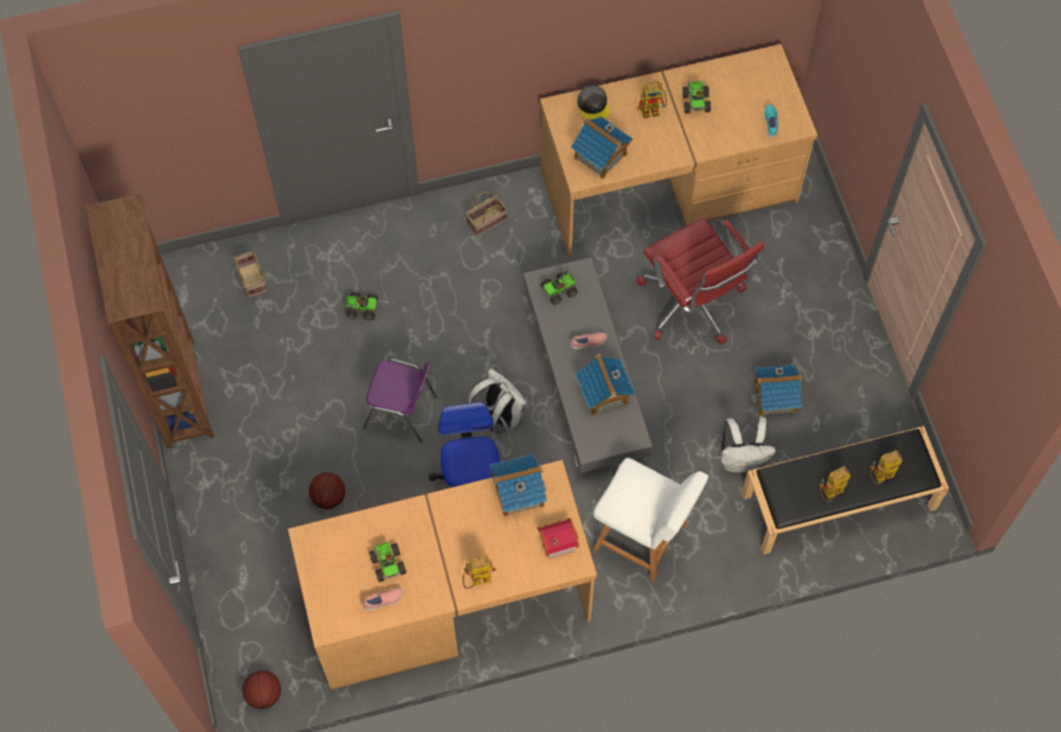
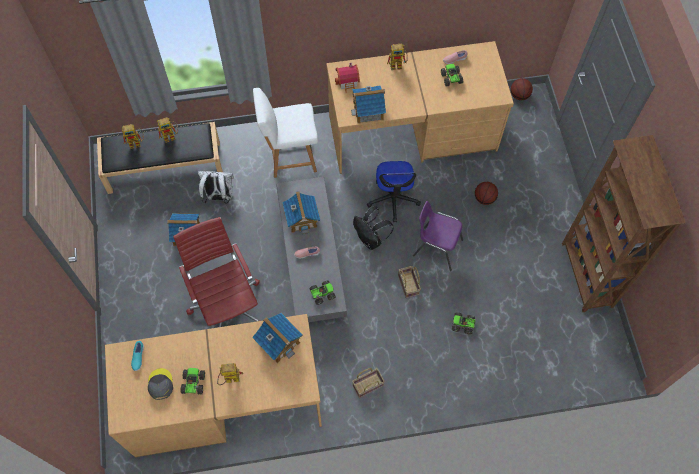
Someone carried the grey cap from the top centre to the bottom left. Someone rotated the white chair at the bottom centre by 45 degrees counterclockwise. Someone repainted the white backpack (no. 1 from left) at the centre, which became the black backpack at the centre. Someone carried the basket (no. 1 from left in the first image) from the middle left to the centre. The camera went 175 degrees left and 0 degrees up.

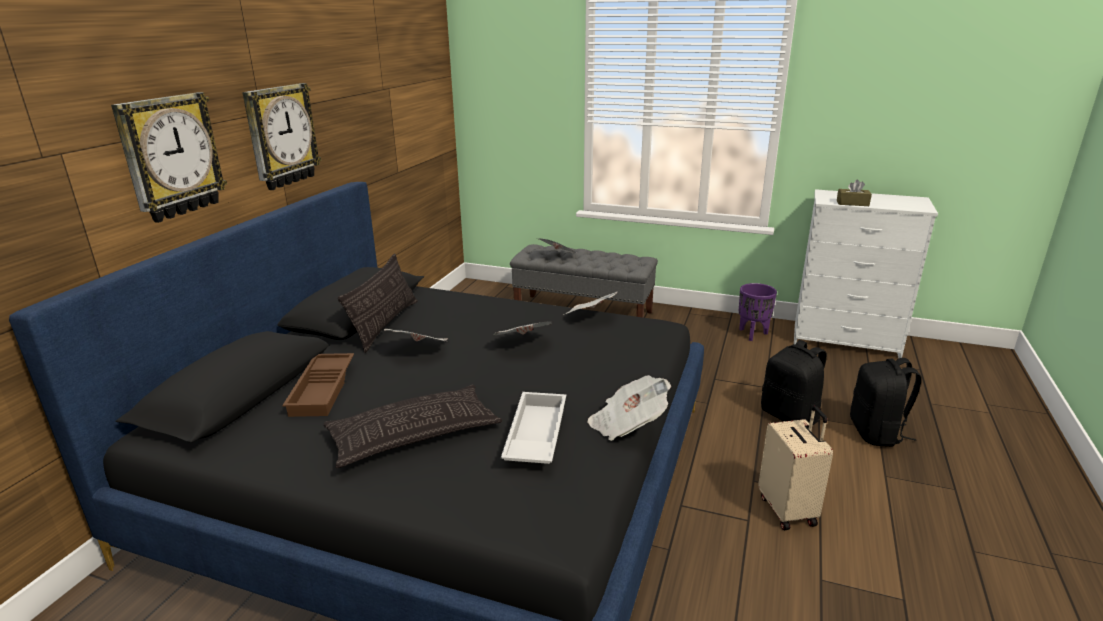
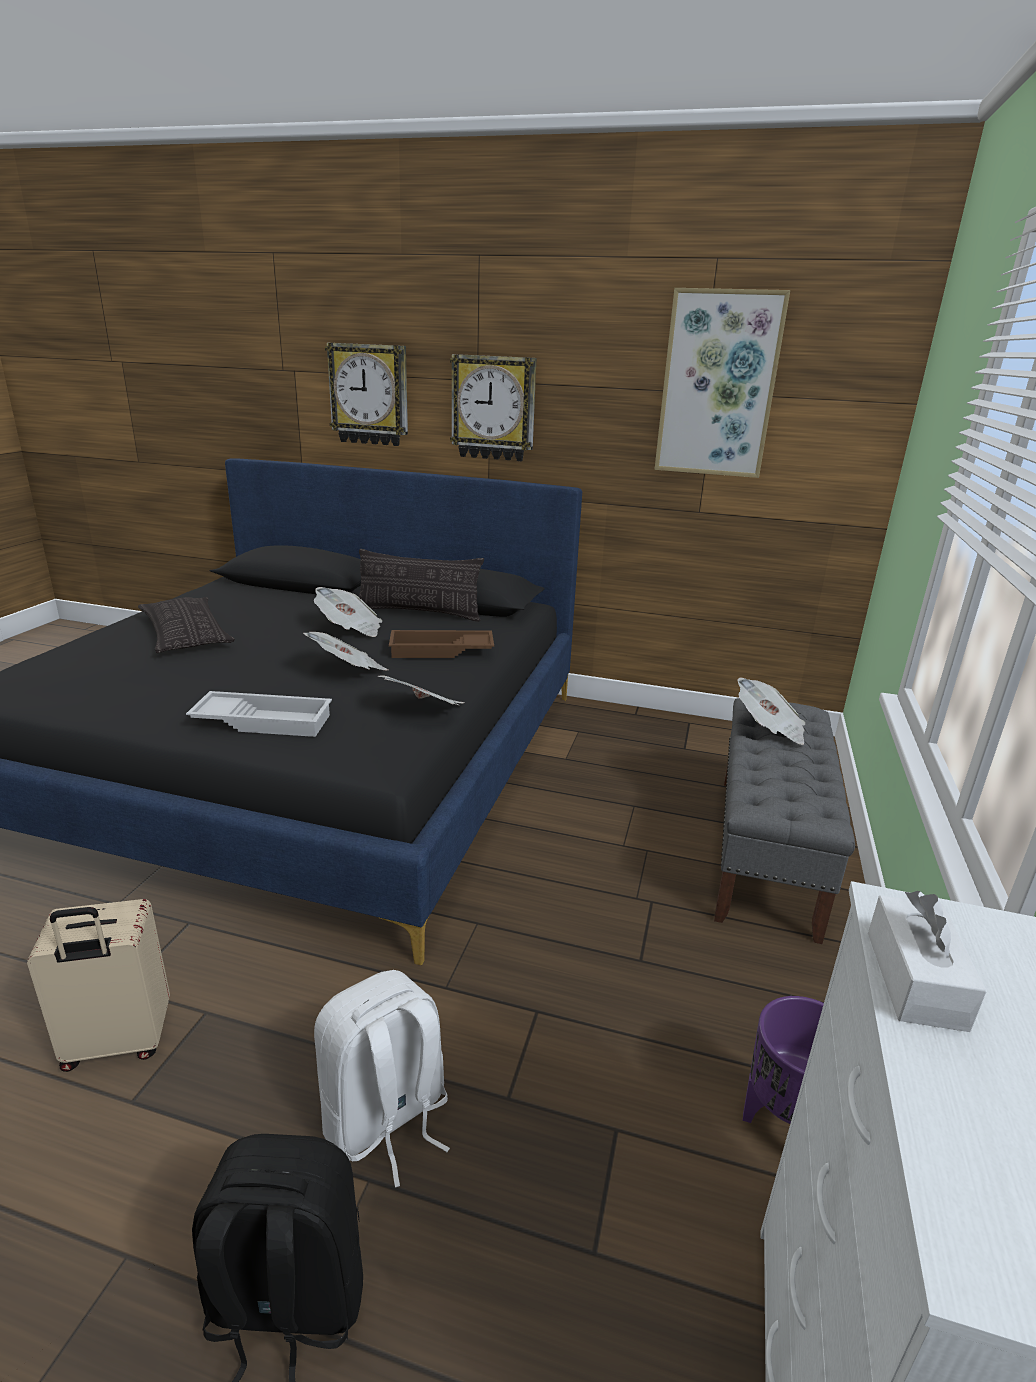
Someone carried the white tray from the bottom centre to the middle left. Someone repainted the black backpack (no. 1 from left) at the middle right, which became the white backpack at the bottom centre. Someone carried the brown tray from the middle left to the centre. Someone put up the picture at the top right. Someone repainted the brown tissue box at the top right, which became the white tissue box at the bottom right. Someone took away the newspaper (no. 5 from left) at the centre. The camera went 85 degrees right and 0 degrees up.

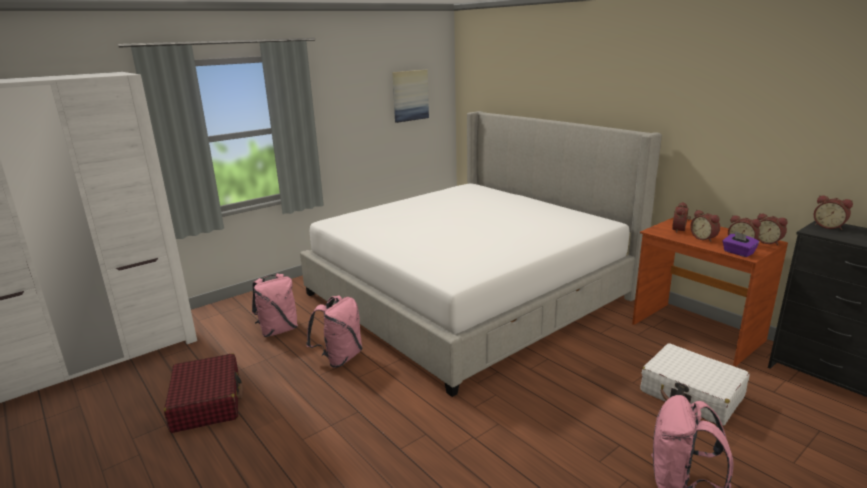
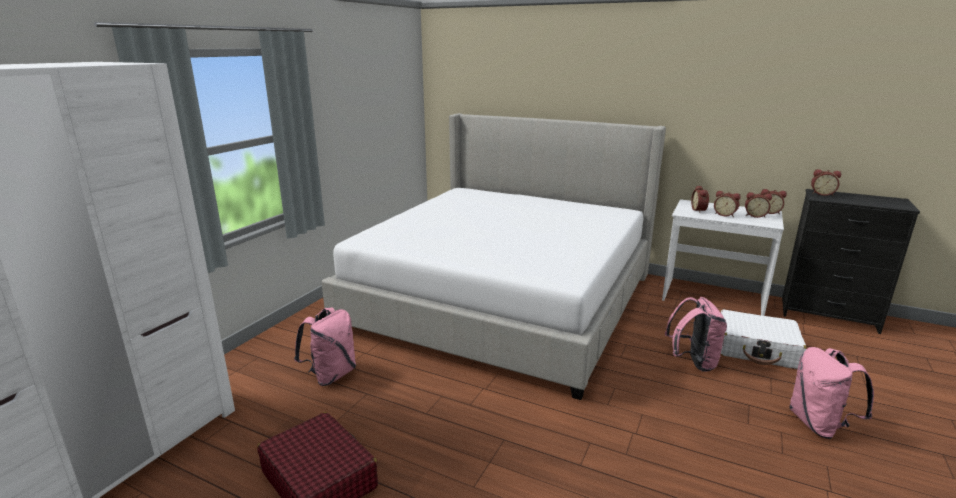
Someone repainted the brown desk at the middle right, which became the white desk at the middle right. Someone carried the pink backpack (no. 2 from left) from the bottom centre to the bottom right. Someone took away the picture at the top centre. Someone took away the purple tissue box at the middle right. The camera went 25 degrees left and 0 degrees up.

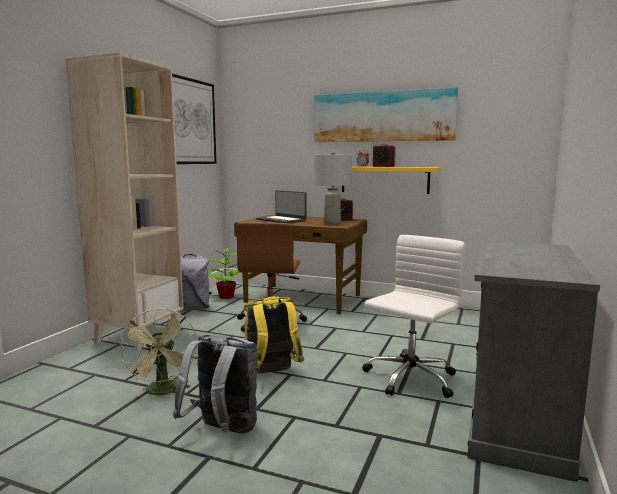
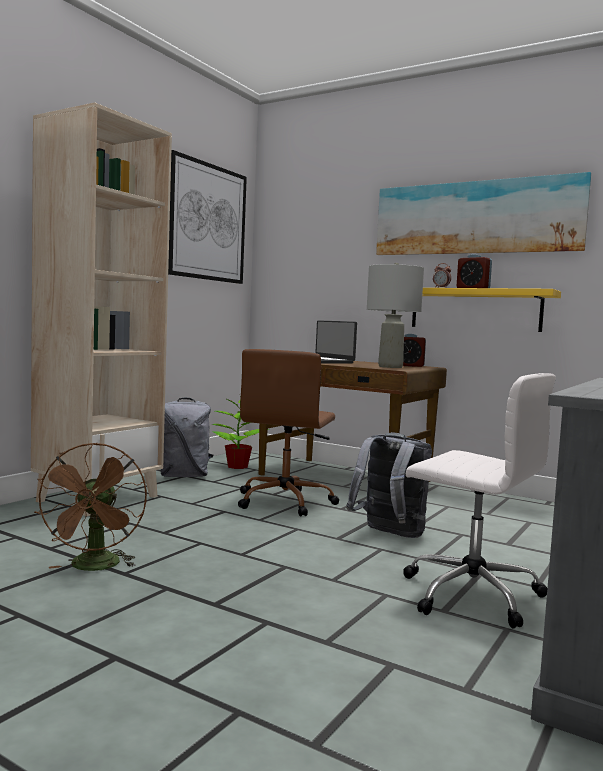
Someone repainted the green fan at the bottom left, which became the brown fan at the middle left. Someone carried the grey backpack (no. 2 from left) from the bottom centre to the centre. Someone rotated the white office chair at the middle right by 75 degrees clockwise. Someone took away the yellow backpack at the bottom centre. The camera went 10 degrees right and 5 degrees down.

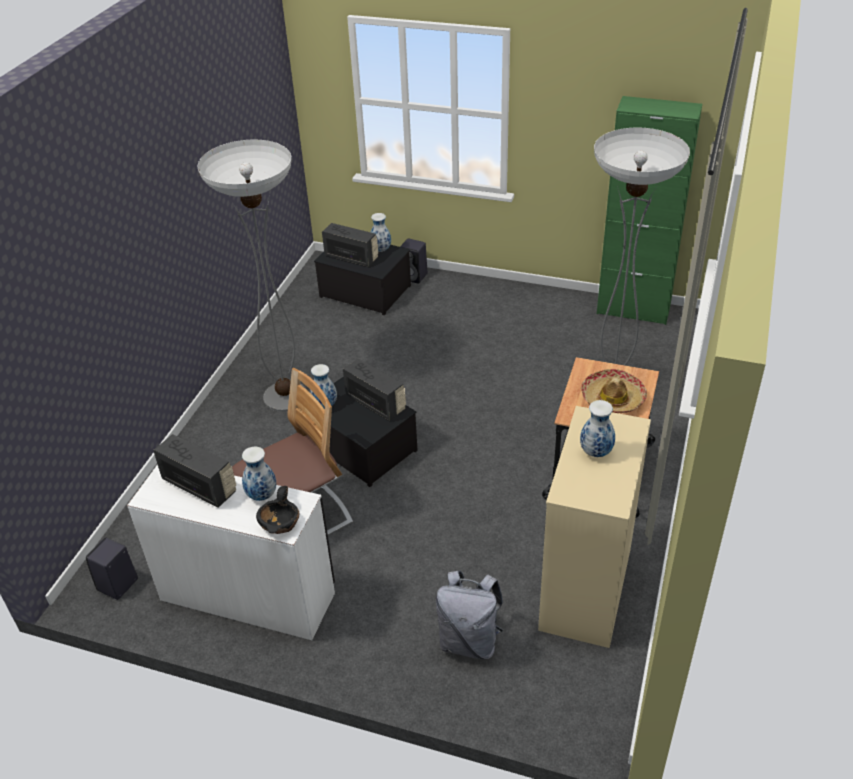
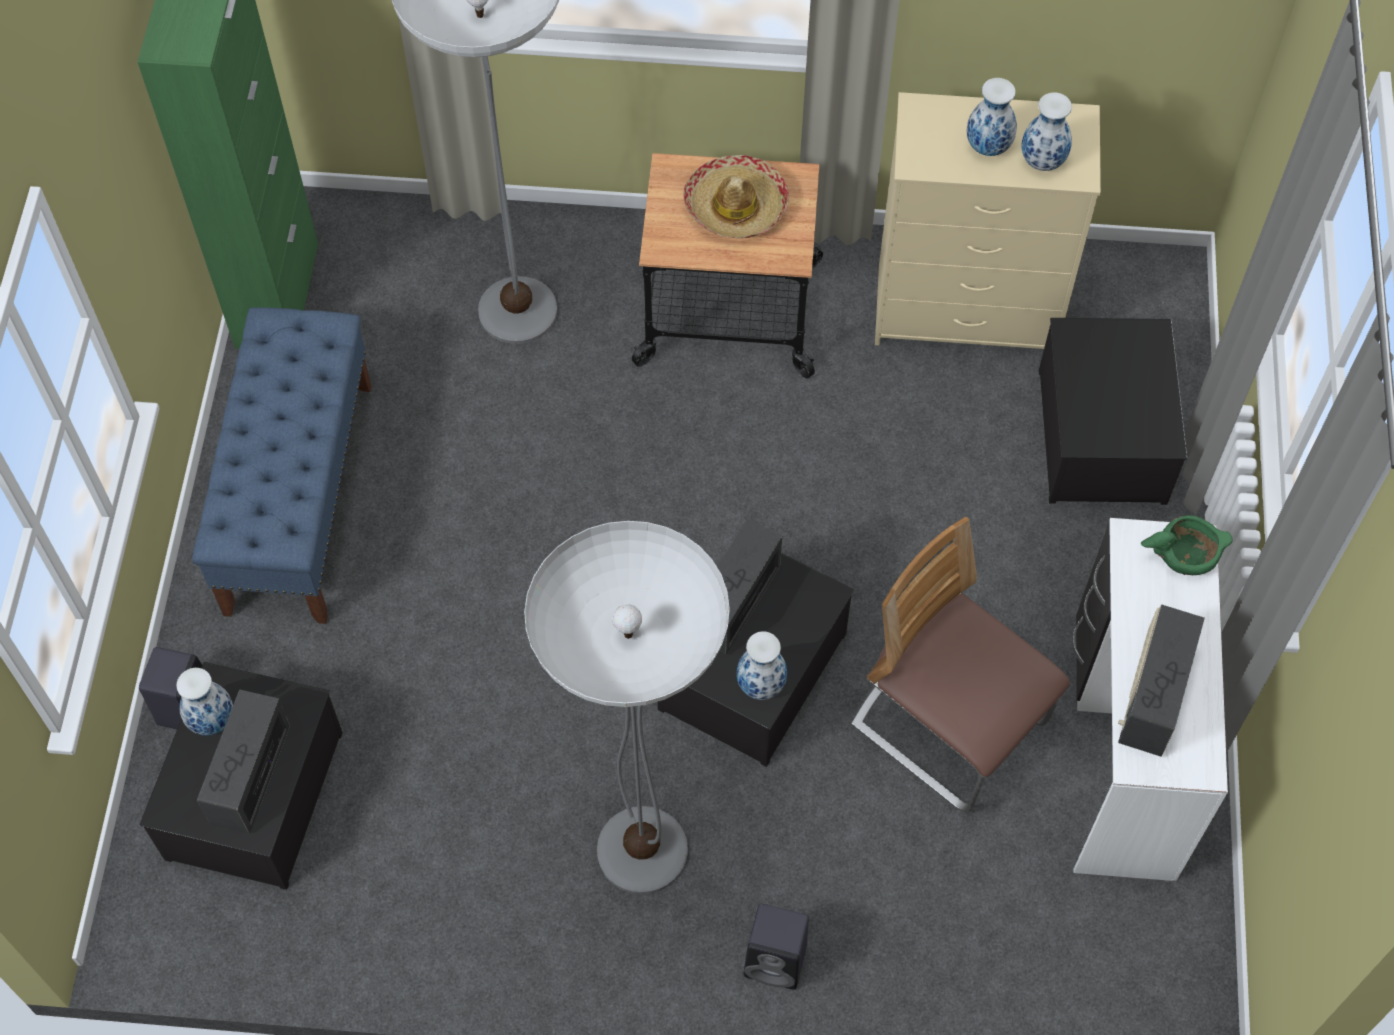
Someone put down the blue bench at the middle left. Someone carried the black speaker (no. 1 from left in the first image) from the bottom left to the bottom centre. Someone carried the vase (no. 1 from left in the first image) from the middle left to the top right. Someone swapped the grey backpack at the bottom centre for the storage box (no. 3 from left) at the middle right. Someone repainted the black bowl at the middle left, which became the green bowl at the middle right. The camera went 105 degrees left and 20 degrees up.

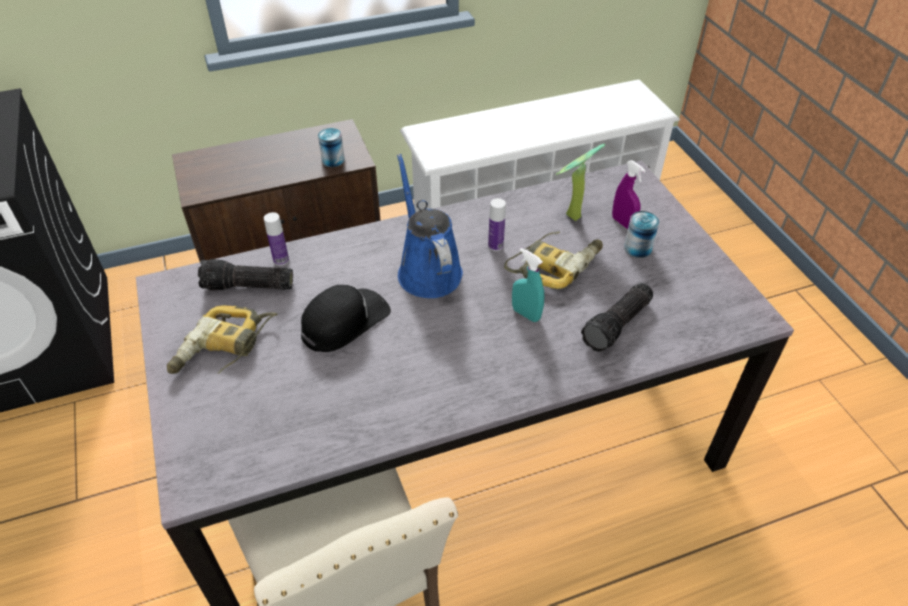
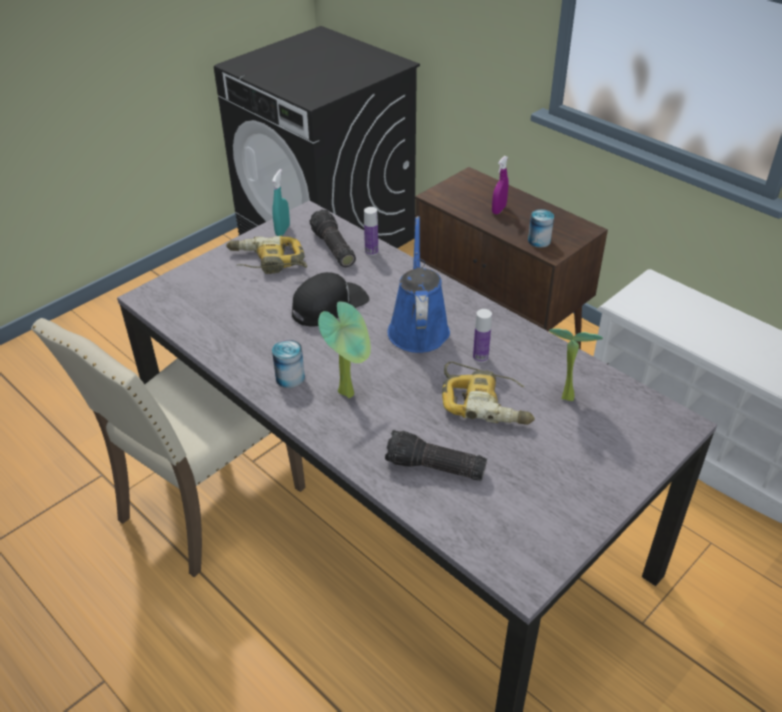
Someone carried the turquoise spray bottle from the centre to the top centre. Someone carried the can (no. 2 from left in the first image) from the middle right to the centre. Someone rotated the black cap at the centre by 60 degrees counterclockwise. Someone put down the potted plant (no. 1 from left) at the centre. Someone rotated the blue watering can at the centre by 45 degrees counterclockwise. Someone carried the purple spray bottle from the top right to the top centre. The camera went 65 degrees right and 5 degrees down.

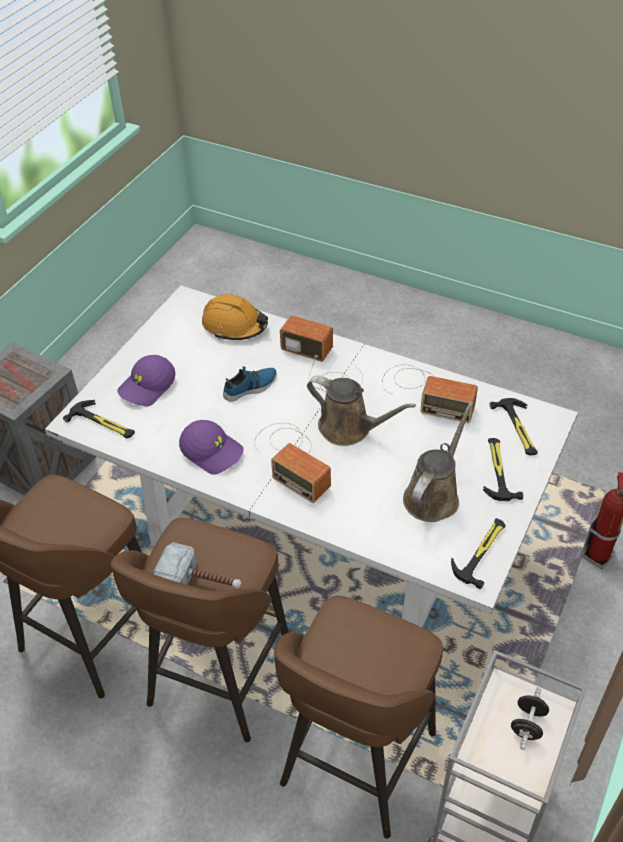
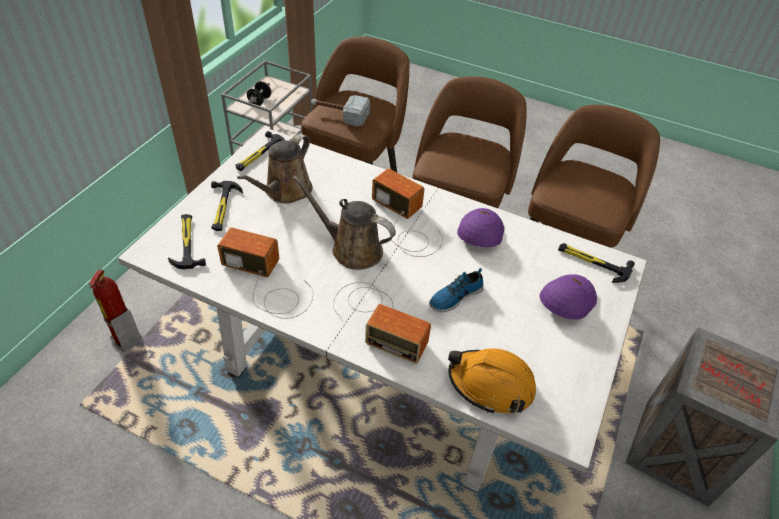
Someone carried the hammer (no. 2 from left in the first image) from the bottom left to the top centre. Someone rotated the purple cap (no. 2 from left in the first image) at the centre by 75 degrees clockwise. The camera went 175 degrees right and 0 degrees up.

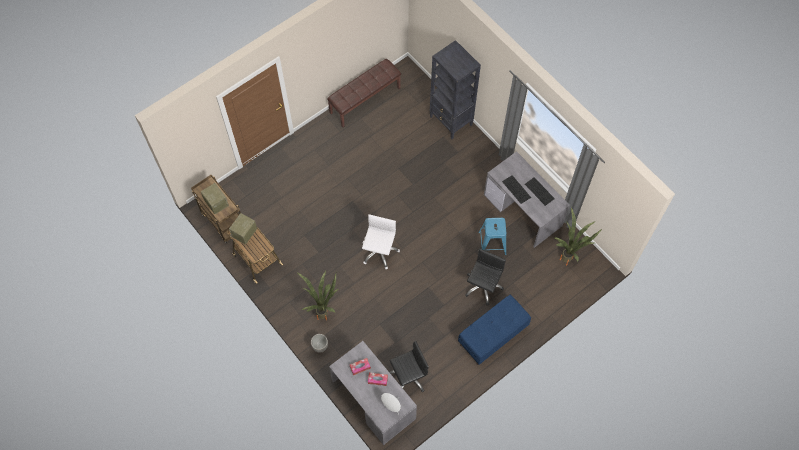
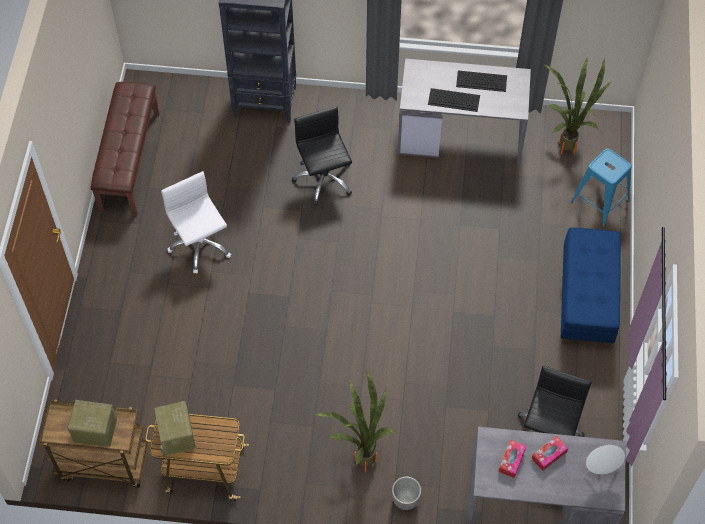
Someone carried the white office chair from the centre to the middle left. Someone carried the black office chair (no. 2 from left in the first image) from the centre to the top centre. Someone carried the blue stool from the centre to the middle right. The camera went 45 degrees left and 5 degrees down.

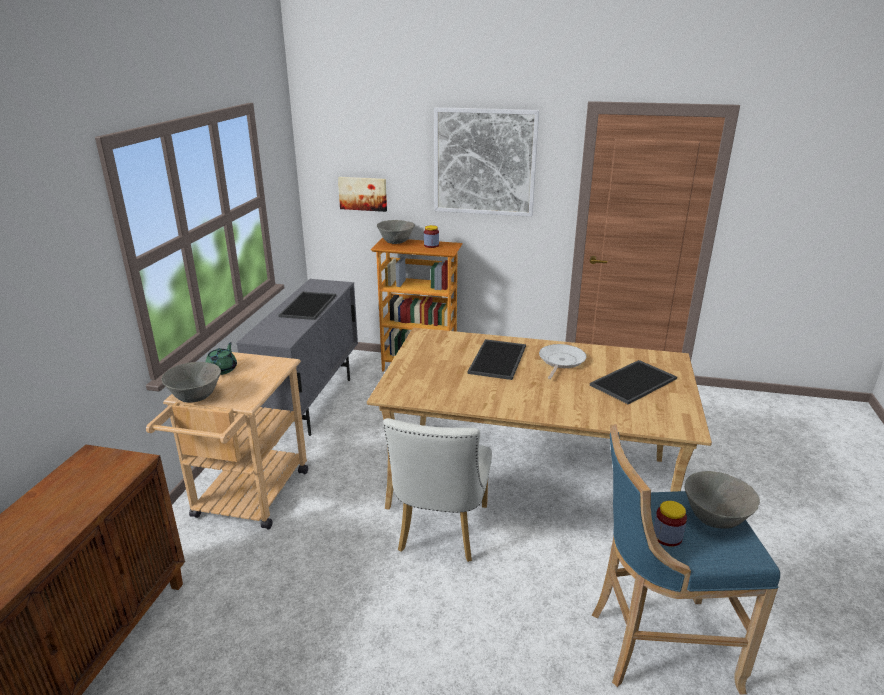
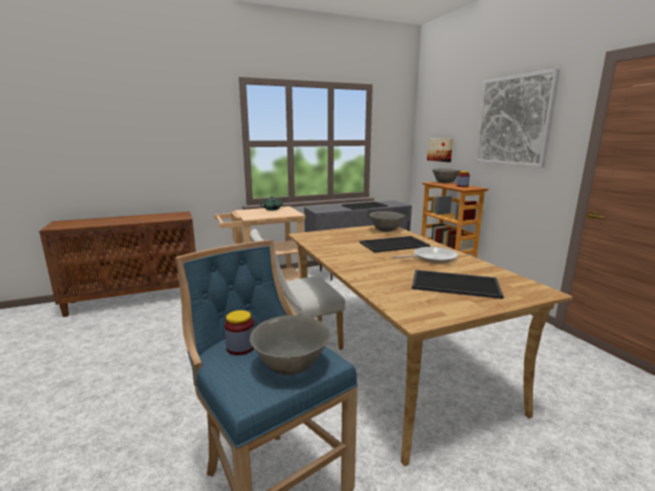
Someone carried the grey bowl (no. 1 from left in the first image) from the middle left to the centre. The camera went 55 degrees right and 10 degrees down.

